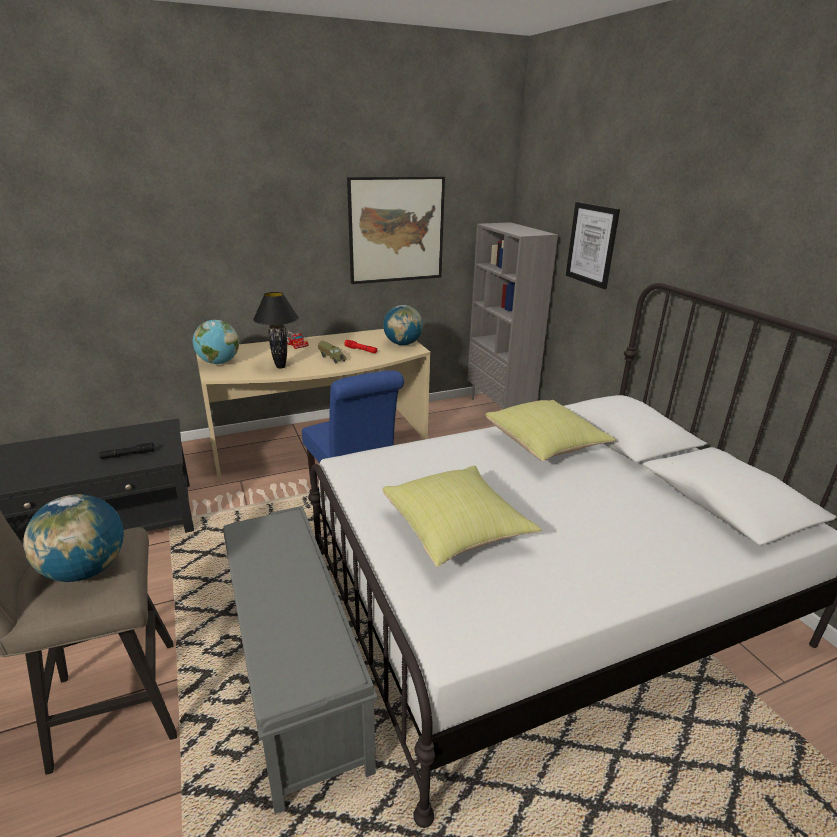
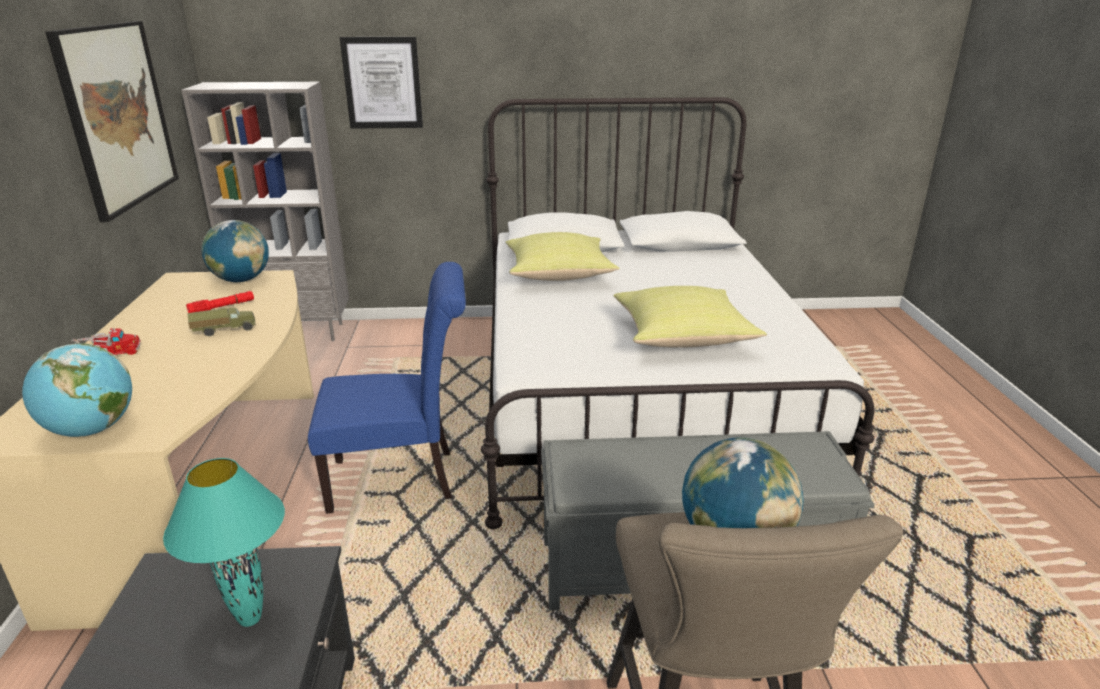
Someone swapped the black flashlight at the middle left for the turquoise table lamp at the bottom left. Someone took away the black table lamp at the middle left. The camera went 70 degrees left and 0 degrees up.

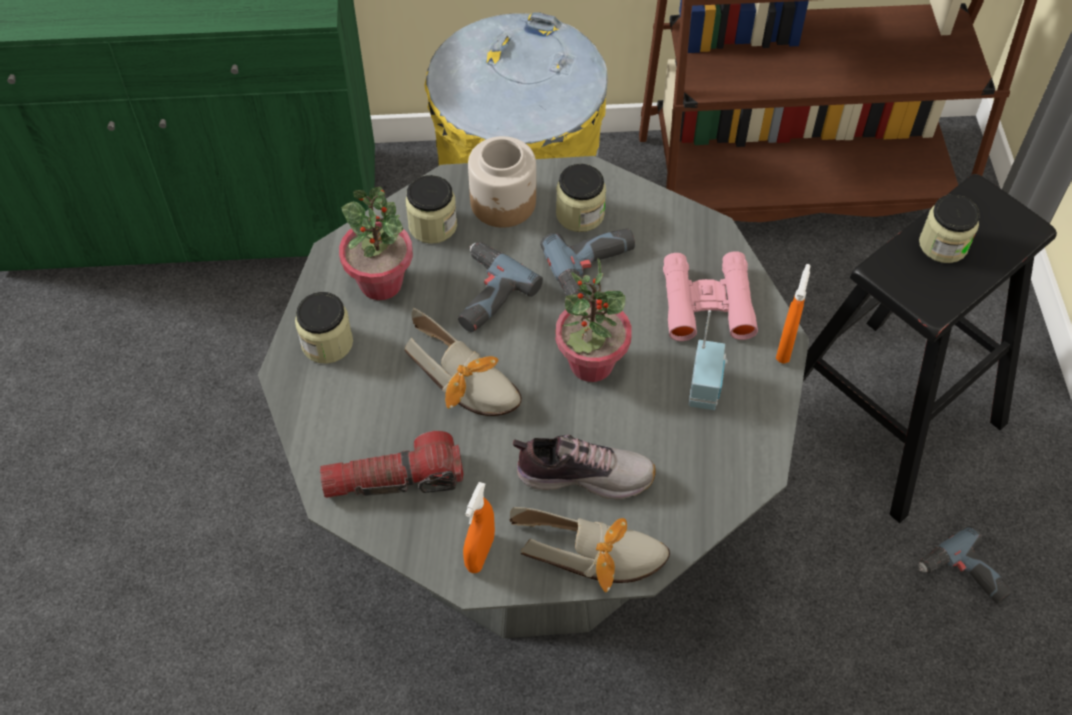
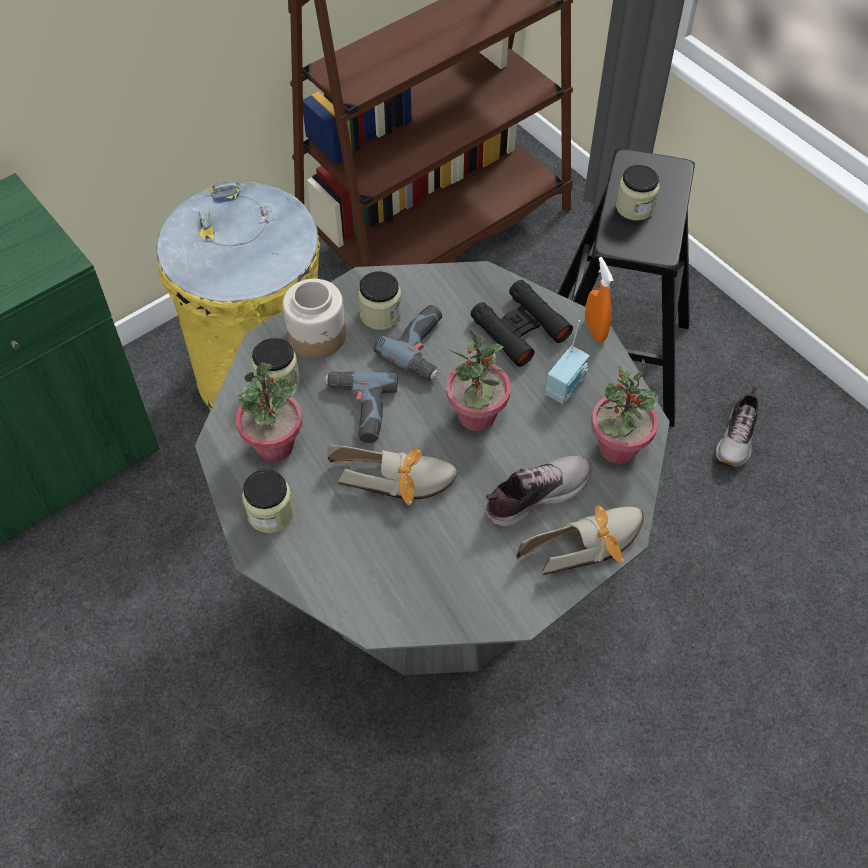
Someone repainted the pink binoculars at the centre, which became the black binoculars at the centre. Someone rotated the radio at the centre by 60 degrees clockwise. Someone put down the potted plant (no. 3 from left) at the middle right. Someone swapped the power drill (no. 3 from left) at the bottom right for the shoe (no. 4 from left) at the middle right. Someone took away the flashlight at the centre. Someone took away the orange spray bottle (no. 1 from left) at the bottom centre. The camera went 35 degrees left and 0 degrees up.

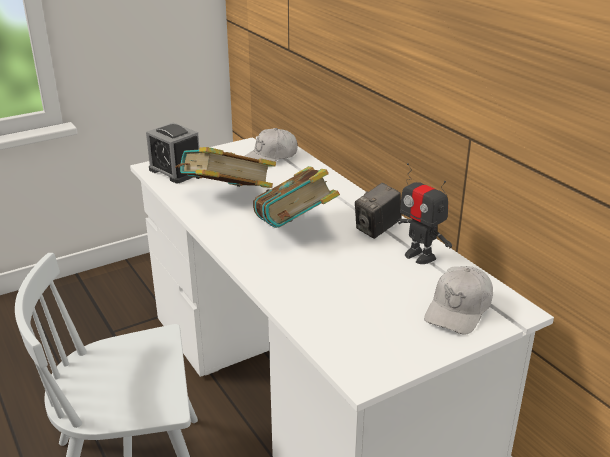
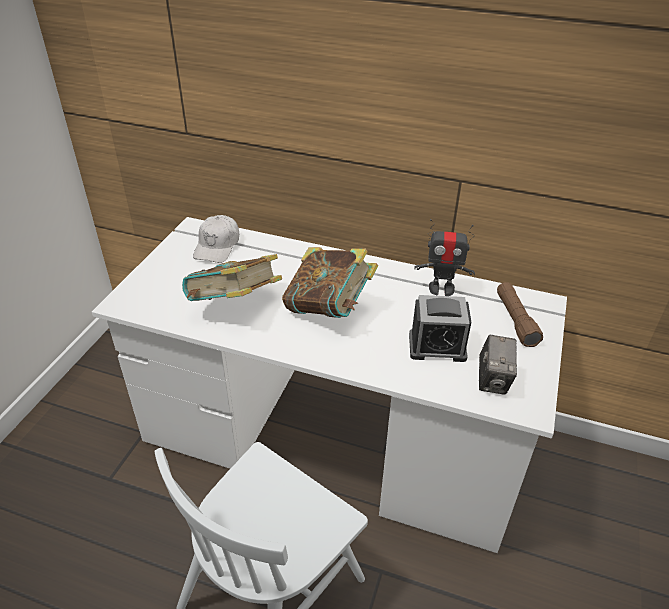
Someone carried the alarm clock from the middle left to the centre. Someone carried the photo camera from the centre to the middle right. Someone swapped the white cap (no. 2 from left) at the middle right for the brown flashlight at the middle right. The camera went 40 degrees left and 10 degrees up.

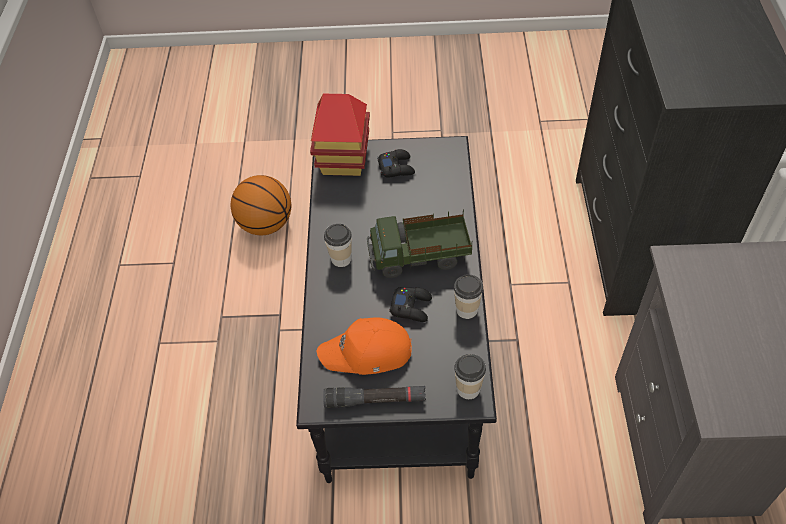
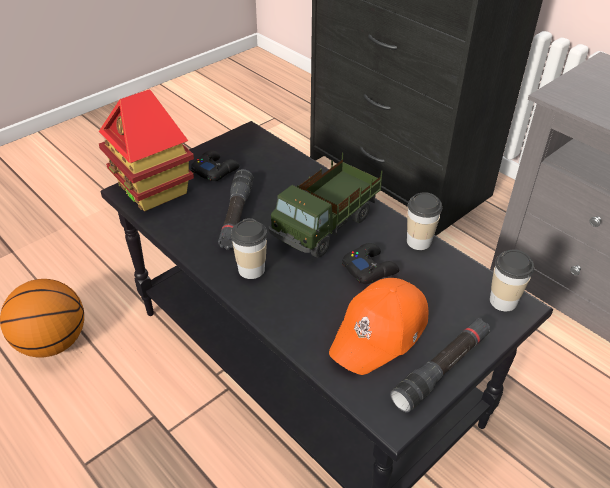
Someone put down the black flashlight (no. 1 from left) at the centre. The camera went 45 degrees left and 10 degrees down.

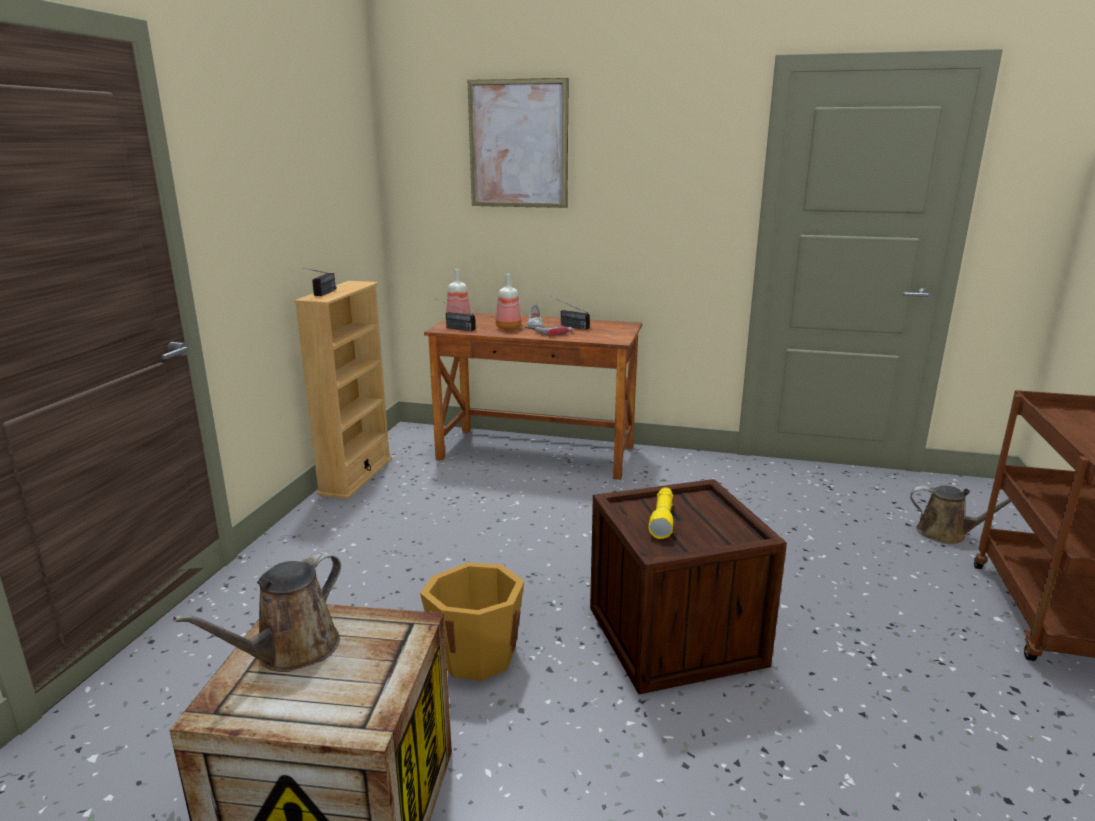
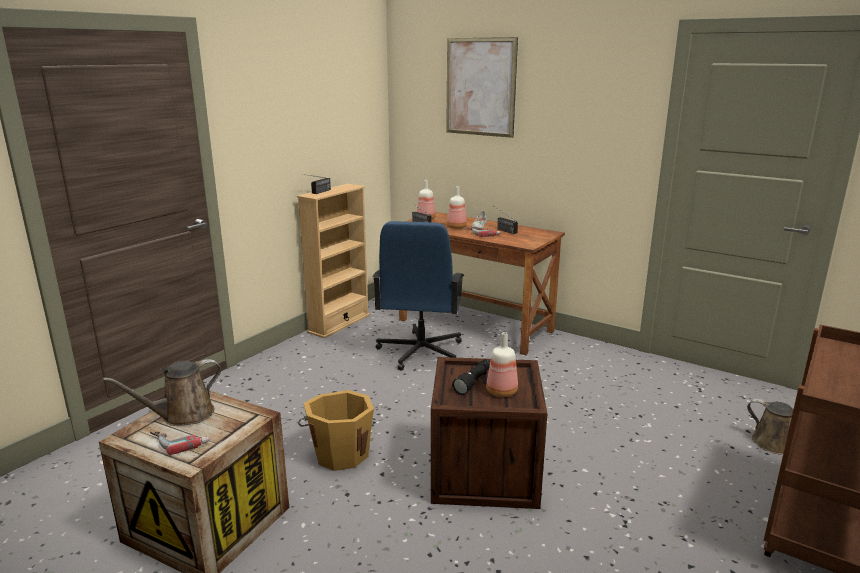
Someone put down the power drill (no. 1 from left) at the bottom left. Someone put down the blue office chair at the centre. Someone repainted the yellow flashlight at the centre, which became the black flashlight at the centre. Someone put down the bottle (no. 3 from left) at the centre. The camera went 20 degrees right and 0 degrees up.

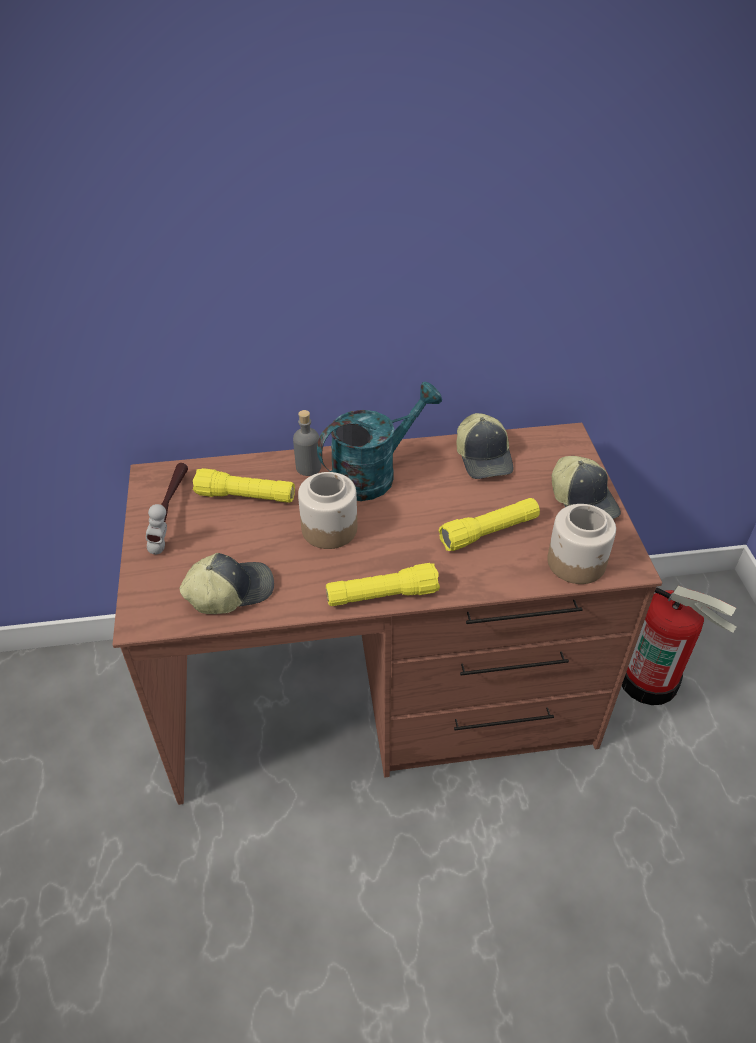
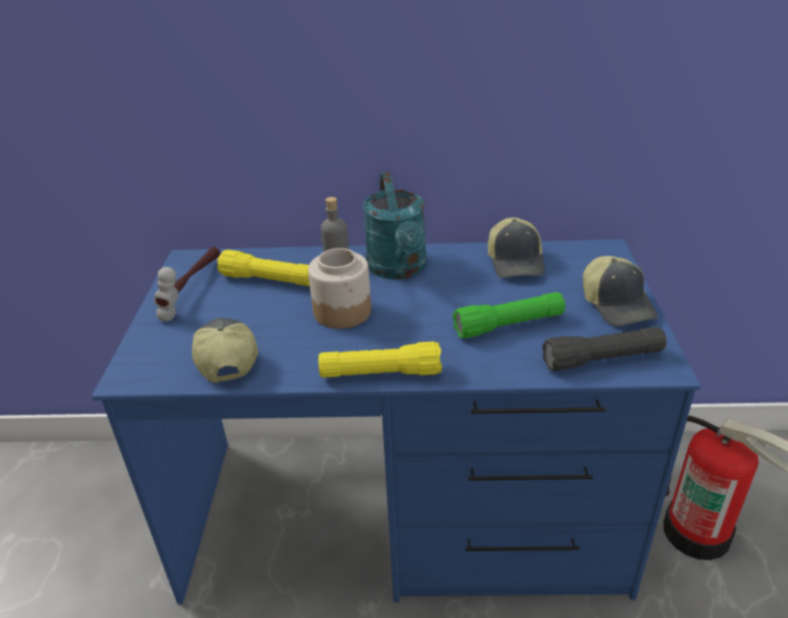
Someone repainted the brown desk at the centre, which became the blue desk at the bottom centre. Someone rotated the cap (no. 1 from left) at the middle left by 90 degrees counterclockwise. Someone rotated the turquoise watering can at the centre by 105 degrees clockwise. Someone repainted the yellow flashlight (no. 3 from left) at the centre, which became the green flashlight at the centre. Someone swapped the jar (no. 2 from left) at the middle right for the black flashlight at the middle right. The camera went 10 degrees right and 10 degrees down.

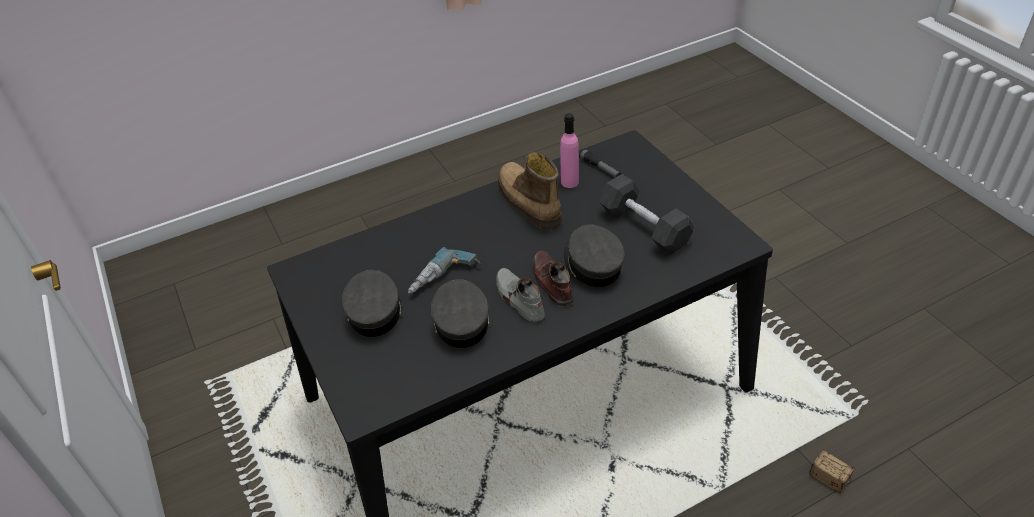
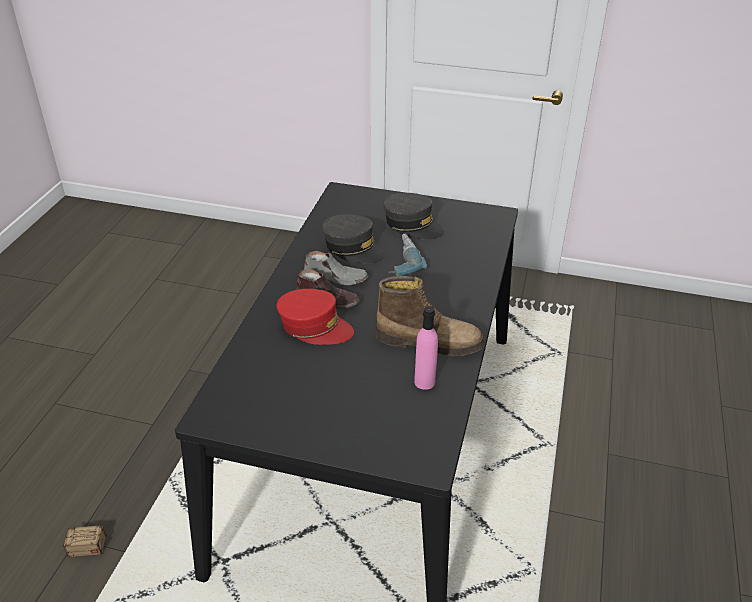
Someone repainted the grey cap (no. 3 from left) at the centre, which became the red cap at the centre. Someone took away the flashlight at the top centre. Someone took away the black dumbbell at the centre. The camera went 130 degrees right and 5 degrees down.

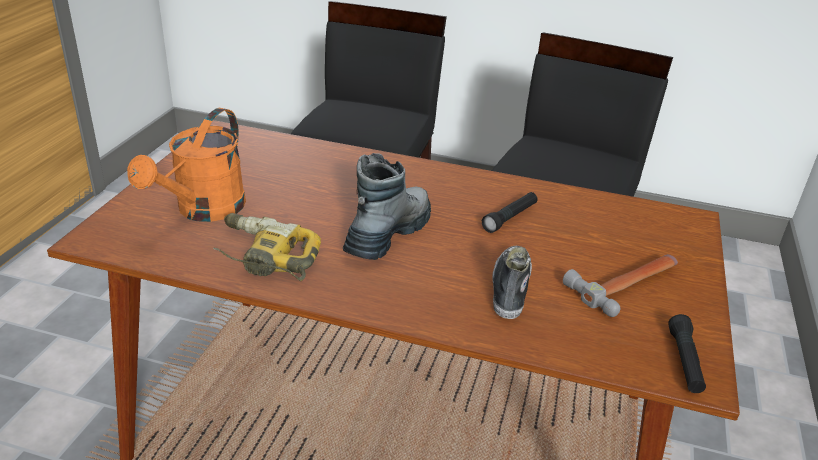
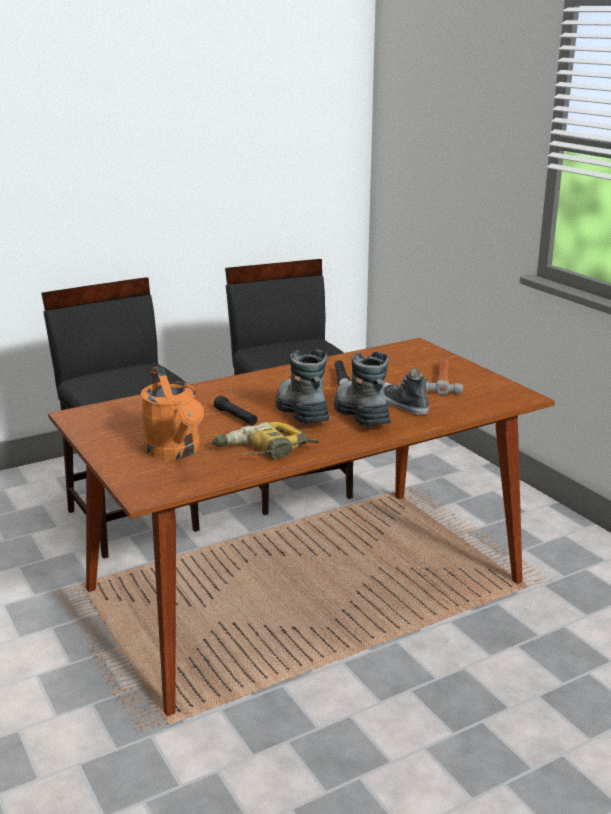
Someone carried the black flashlight (no. 2 from left in the first image) from the bottom right to the centre. Someone put down the boot (no. 2 from left) at the centre. The camera went 45 degrees left and 10 degrees down.

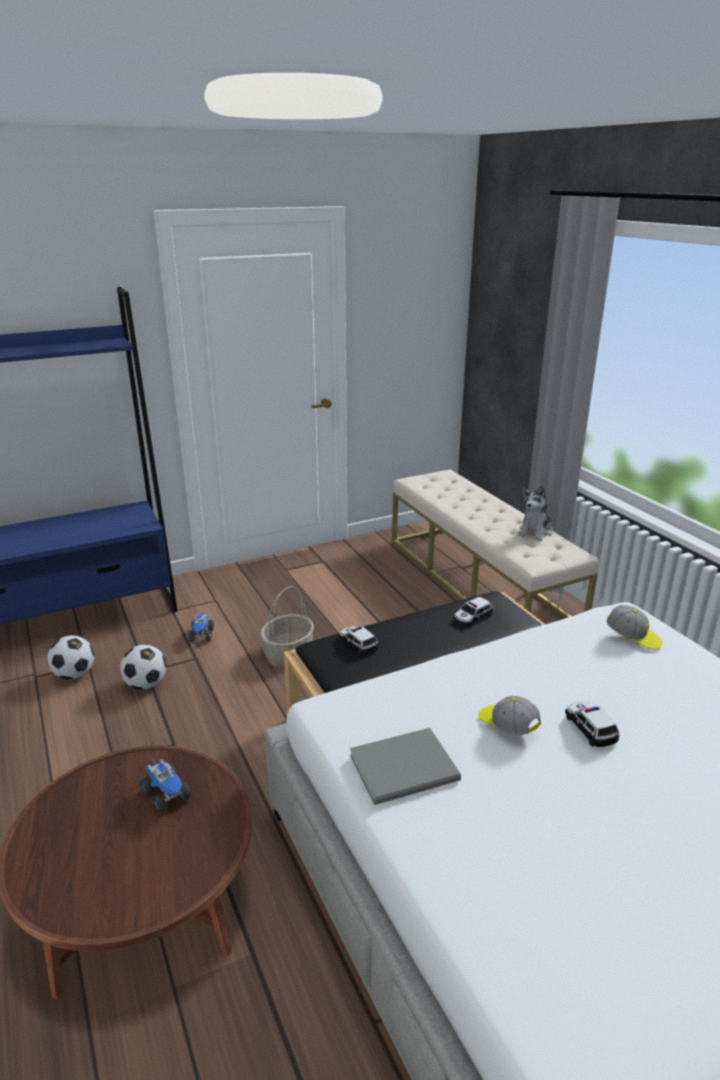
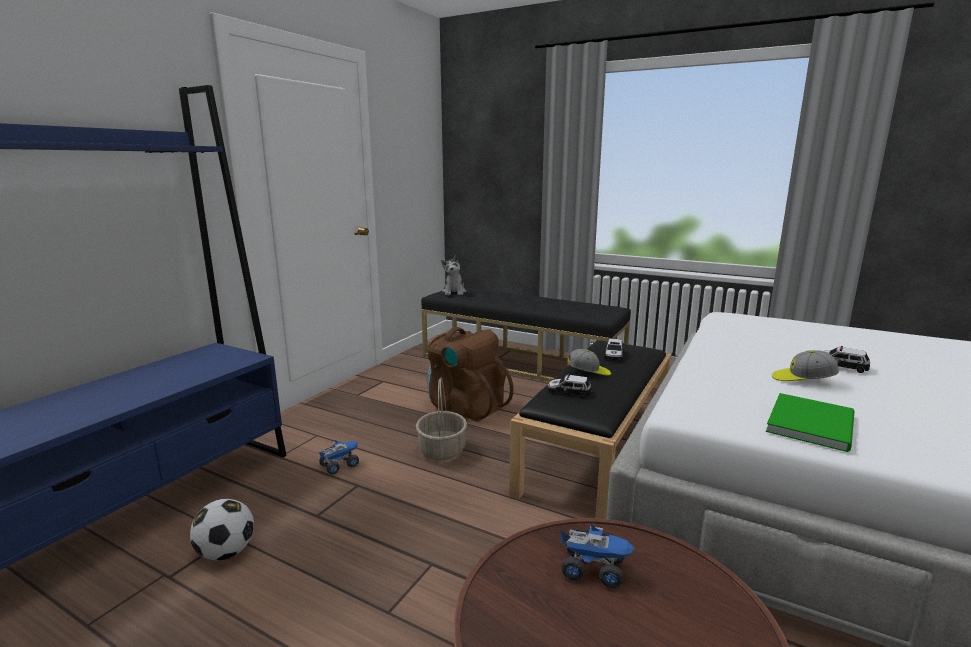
Someone rotated the toy truck (no. 2 from left in the first image) at the middle left by 90 degrees counterclockwise. Someone repainted the beige bench at the middle right, which became the black bench (no. 1 from left) at the centre. Someone put down the brown backpack at the centre. Someone carried the plush toy from the middle right to the centre. Someone carried the cap (no. 2 from left in the first image) from the middle right to the centre. Someone repainted the grey book at the bottom centre, which became the green book at the middle right. Someone took away the football (no. 2 from left) at the middle left. The camera went 35 degrees left and 10 degrees down.

